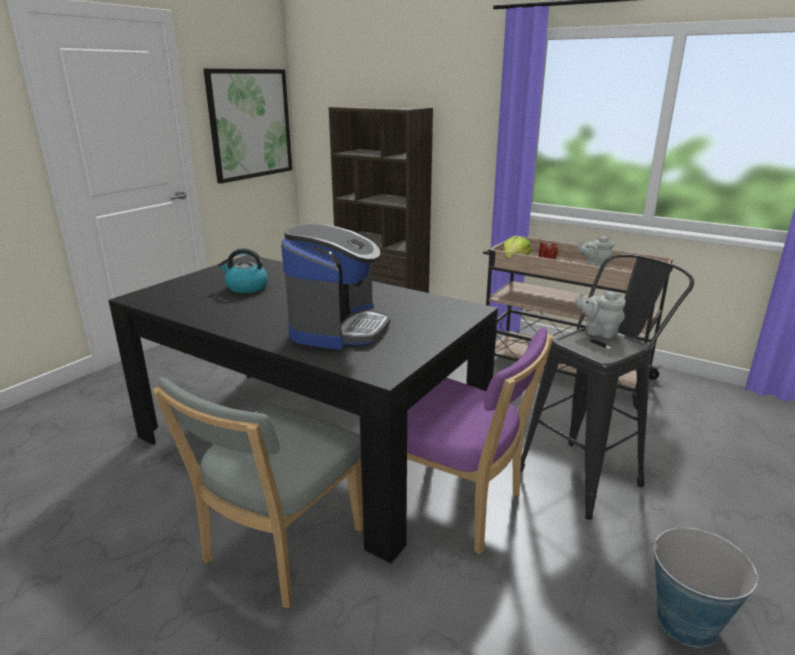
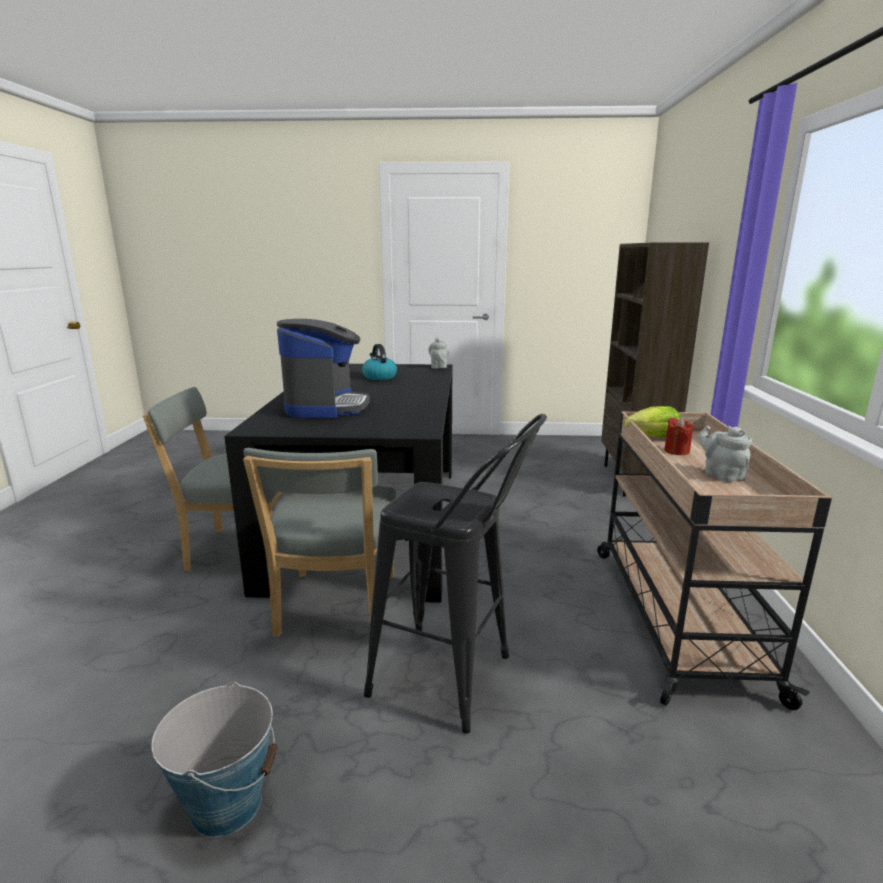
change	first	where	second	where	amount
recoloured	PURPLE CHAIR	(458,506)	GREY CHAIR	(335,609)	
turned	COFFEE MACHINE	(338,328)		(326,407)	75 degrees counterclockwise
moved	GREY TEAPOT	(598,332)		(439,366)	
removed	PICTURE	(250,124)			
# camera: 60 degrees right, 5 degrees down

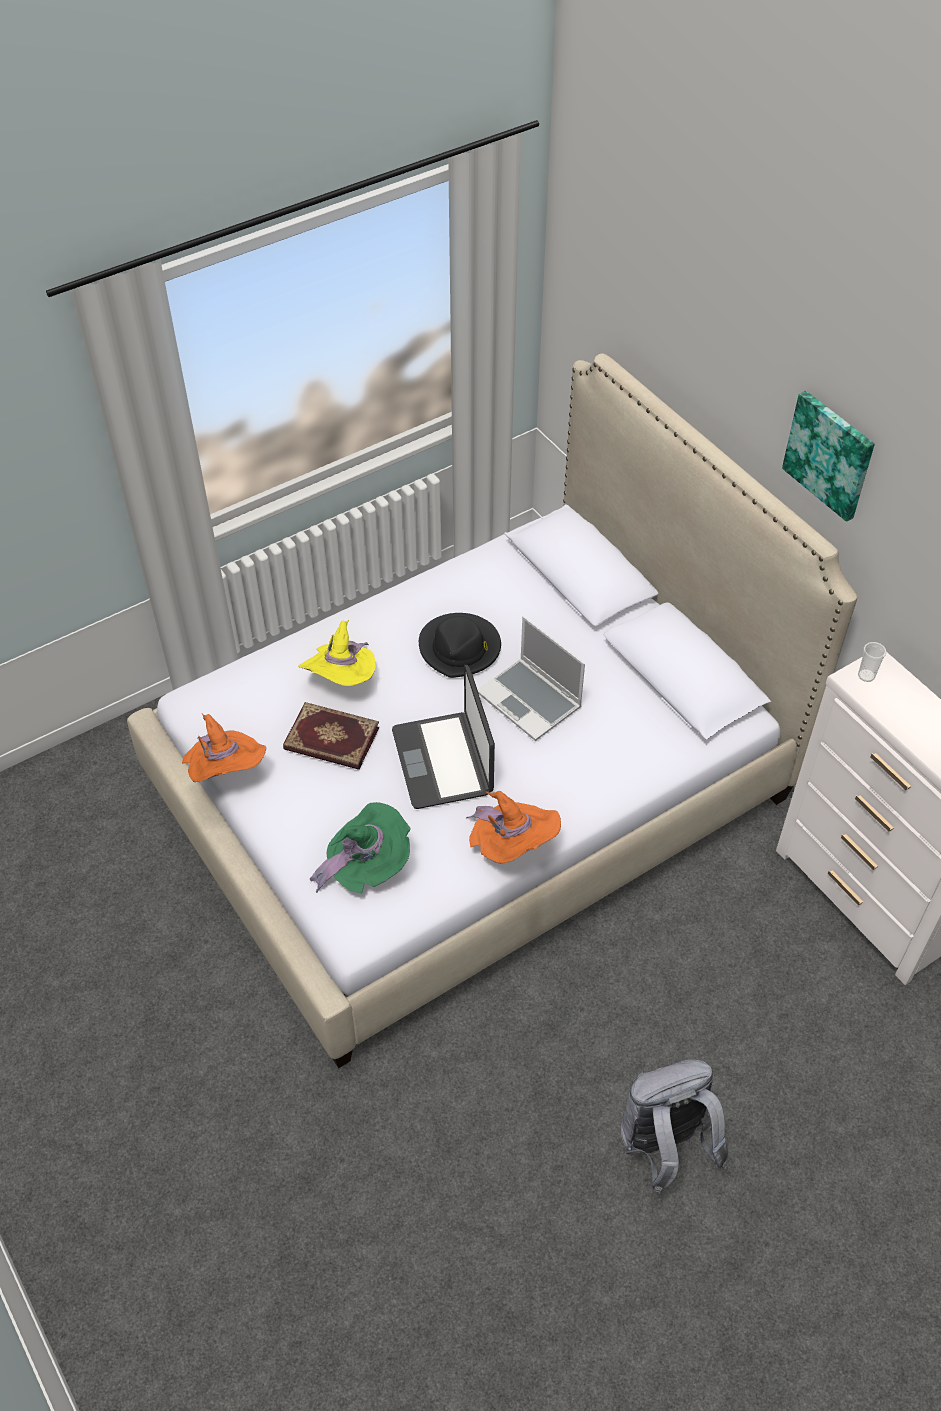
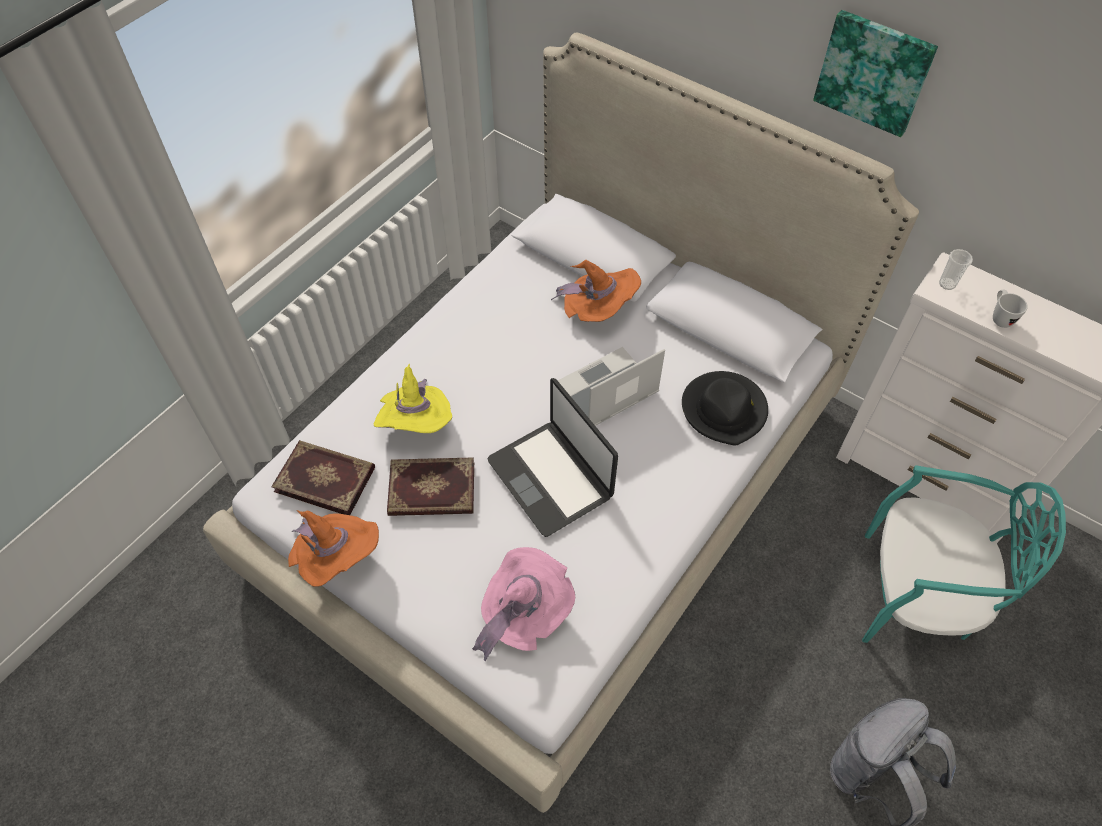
change	first	where	second	where	amount
added			BOOK	(325,478)	
recoloured	GREEN HAT	(367,866)	PINK HAT	(523,614)	
moved	ORANGE HAT	(511,846)		(598,311)	
turned	LAPTOP	(531,700)		(606,391)	120 degrees clockwise
moved	BLACK HAT	(460,648)		(724,410)	
added			TURQUOISE CHAIR	(915,596)	
added			WHITE MUG	(999,317)	
# camera: 20 degrees left, 5 degrees up

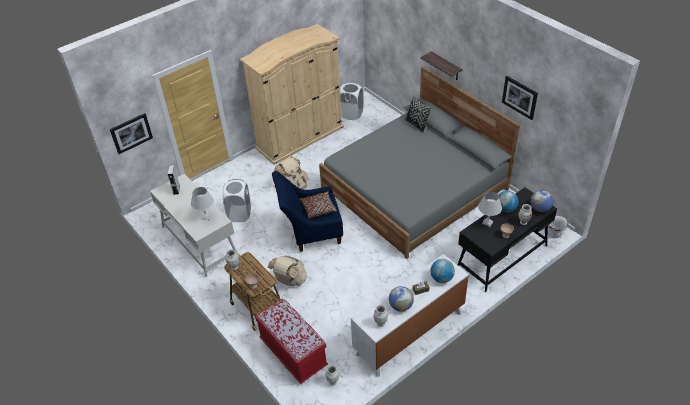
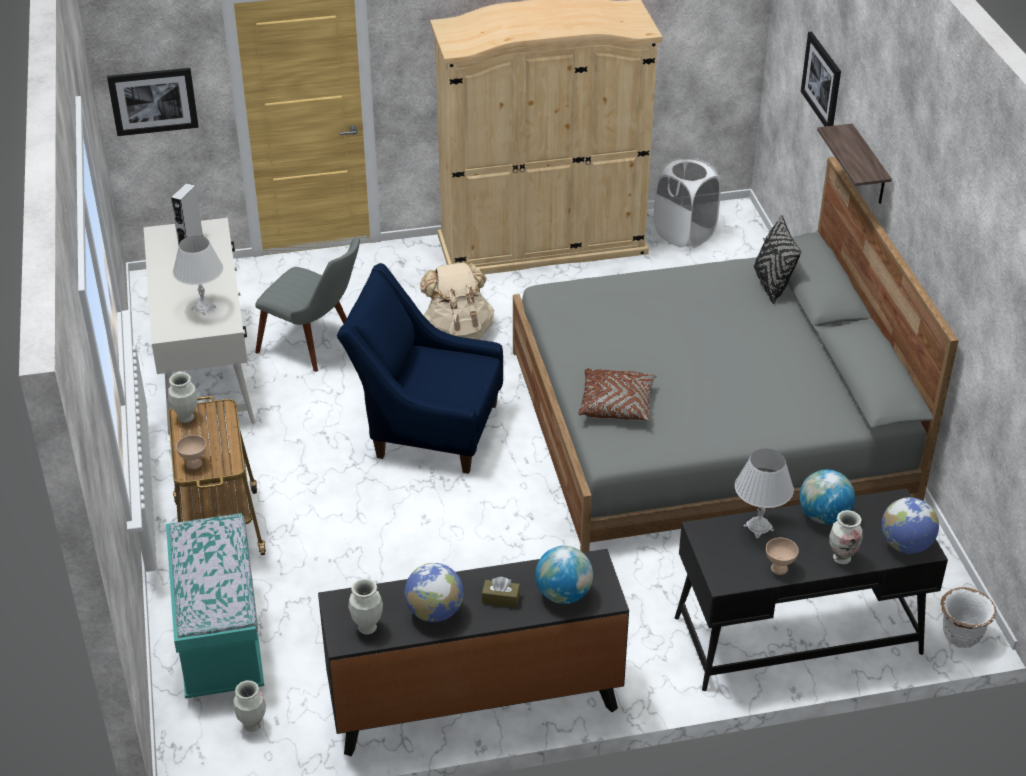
change	first	where	second	where	amount
recoloured	RED BENCH	(293,353)	TURQUOISE BENCH	(219,639)	
replaced	WHITE LAUNDRY BASKET	(239,214)	GREY CHAIR	(316,345)	
recoloured	WHITE DRESSER	(409,333)	BLACK DRESSER	(474,702)	
moved	BROWN PILLOW	(318,208)		(616,405)	
moved	PICTURE	(520,97)		(822,81)	
removed	BEIGE BACKPACK	(290,280)			
# camera: 25 degrees right, 5 degrees down

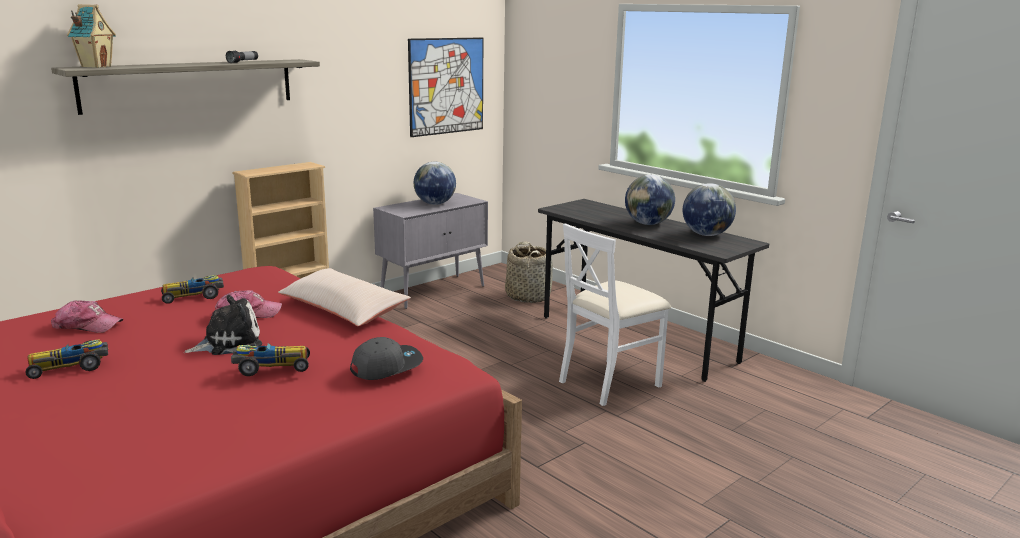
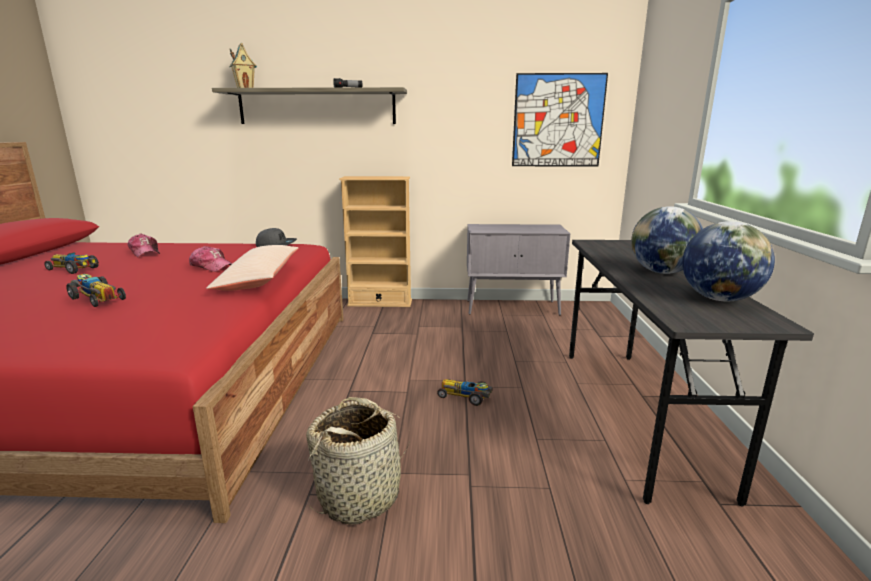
change	first	where	second	where	amount
moved	GREY CAP	(386,366)		(276,245)	
moved	BASKET	(528,296)		(360,495)	
moved	TOY CAR	(194,296)		(465,396)	
removed	PLUSH TOY	(228,343)			
removed	GLOBE	(434,204)			
removed	WHITE CHAIR	(609,382)			
# camera: 45 degrees right, 0 degrees up

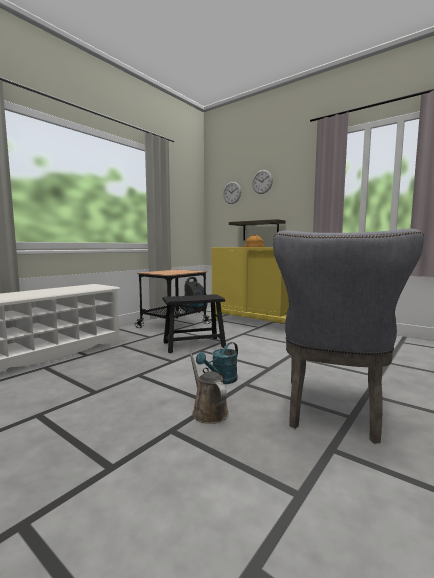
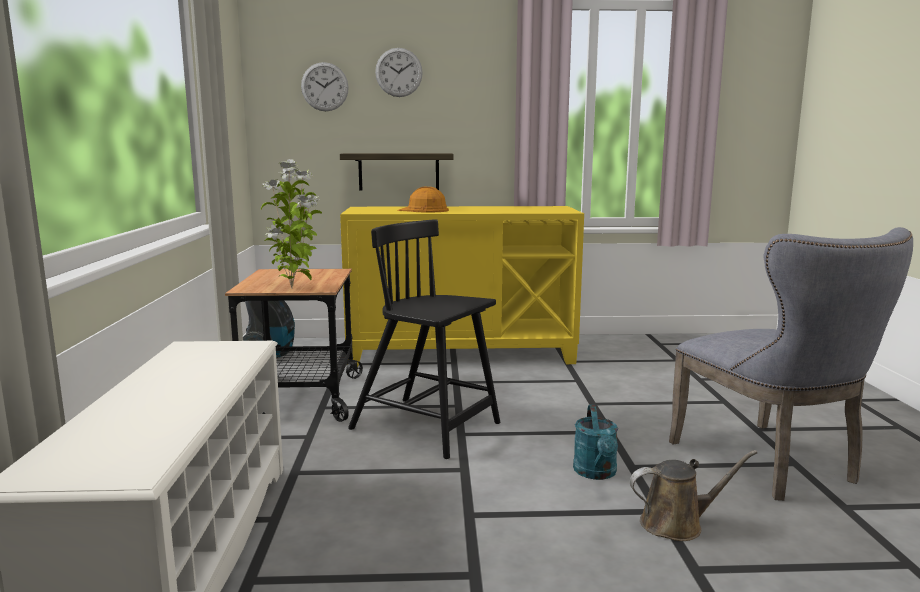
change	first	where	second	where	amount
added			POTTED PLANT	(294,288)	
replaced	BLACK STOOL	(193,345)	BLACK CHAIR	(427,427)	
turned	BROWN WATERING CAN	(208,411)		(677,524)	150 degrees clockwise
# camera: 40 degrees left, 5 degrees up

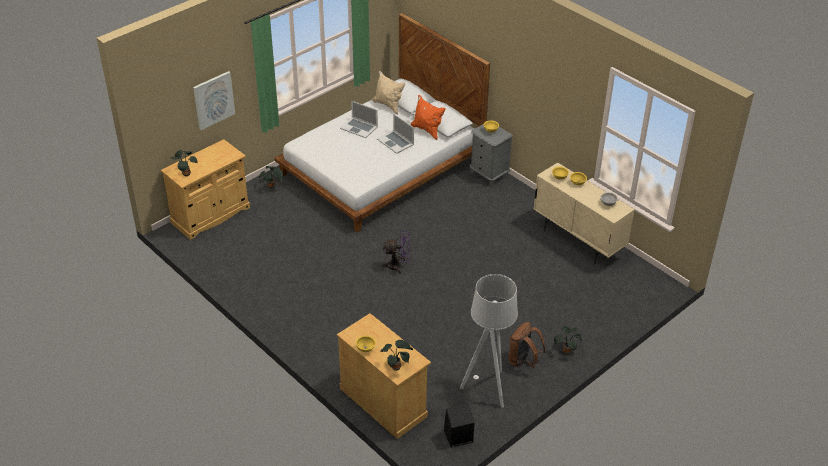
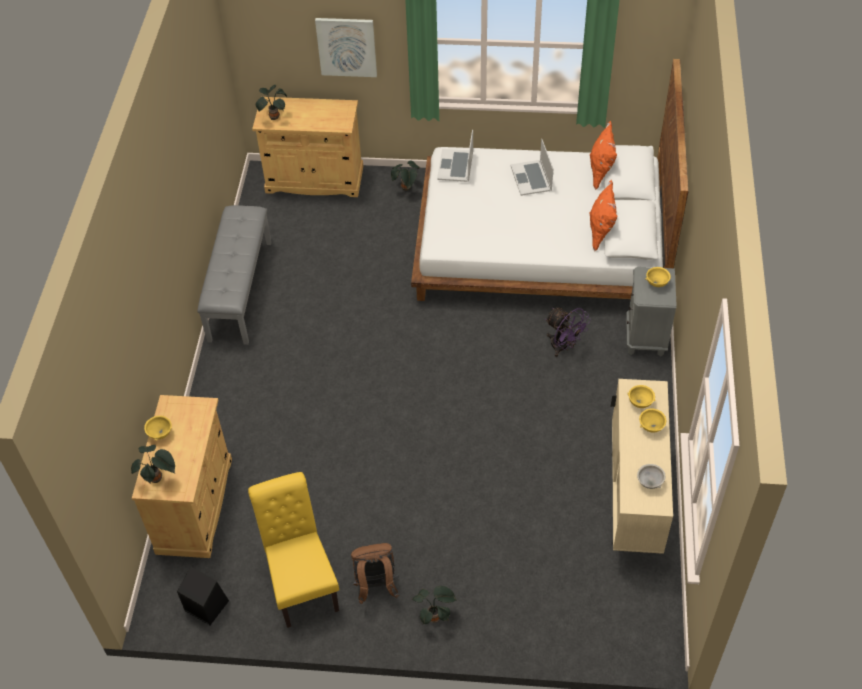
change	first	where	second	where	amount
added			GREY BENCH	(239,290)	
replaced	GREY FLOOR LAMP	(488,388)	YELLOW CHAIR	(302,583)	
moved	LAPTOP	(395,142)		(455,165)	
moved	PURPLE FAN	(398,266)		(563,347)	
recoloured	BEIGE PILLOW	(388,105)	ORANGE PILLOW	(601,172)	
# camera: 50 degrees right, 10 degrees up

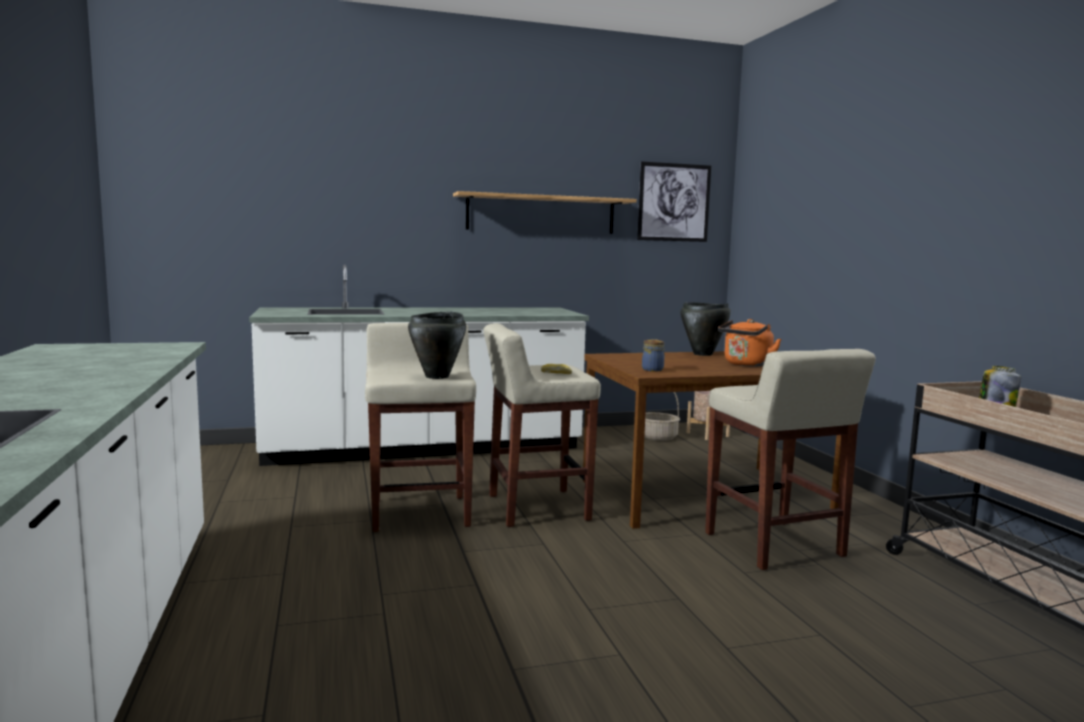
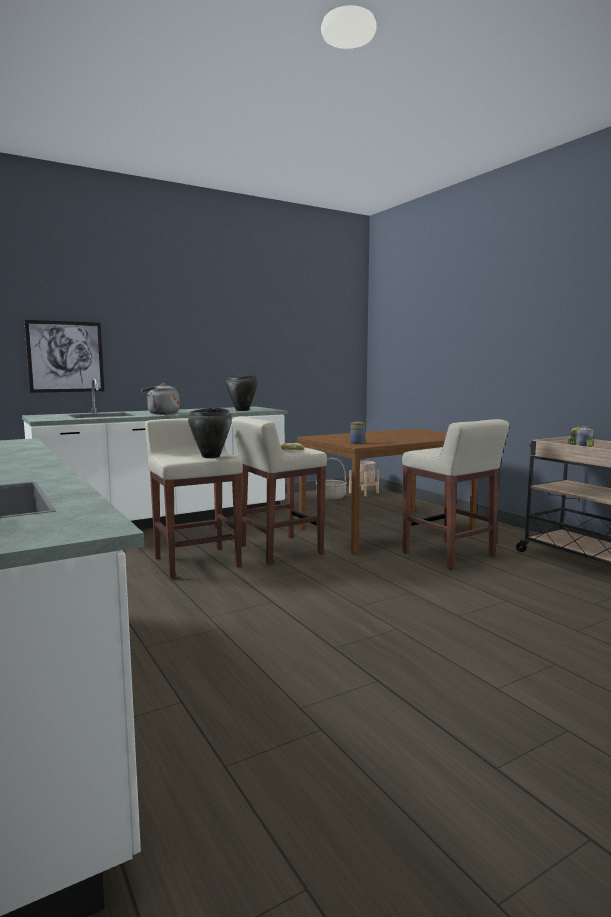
change	first	where	second	where	amount
moved	PICTURE	(674,202)		(65,356)	
added			GREY KETTLE	(161,413)	
moved	BLACK COOKING POT	(703,354)		(242,410)	
removed	SHELF	(541,214)			
removed	ORANGE KETTLE	(746,364)			
# camera: 15 degrees left, 0 degrees up

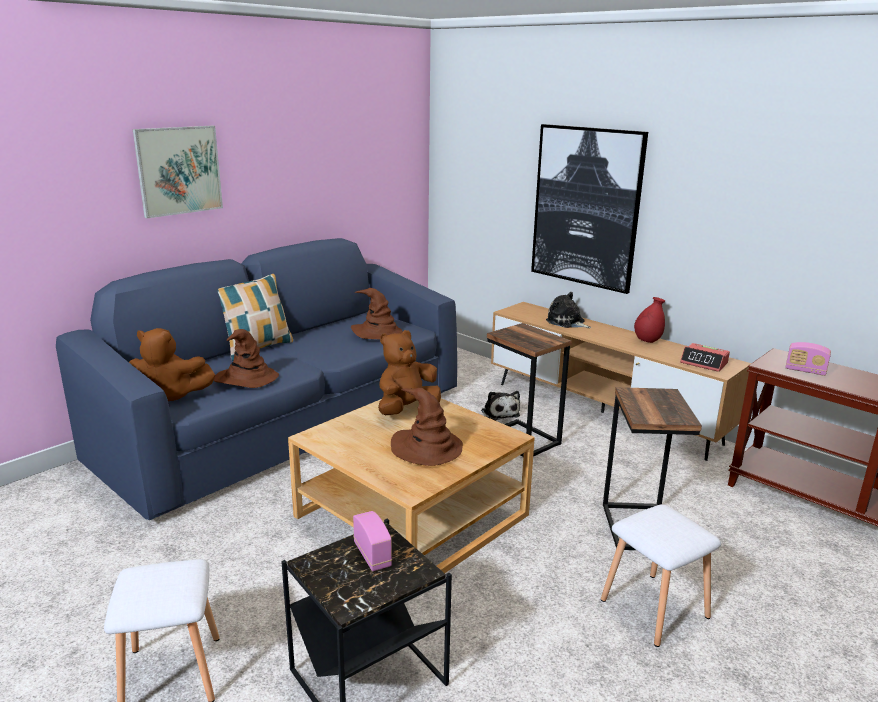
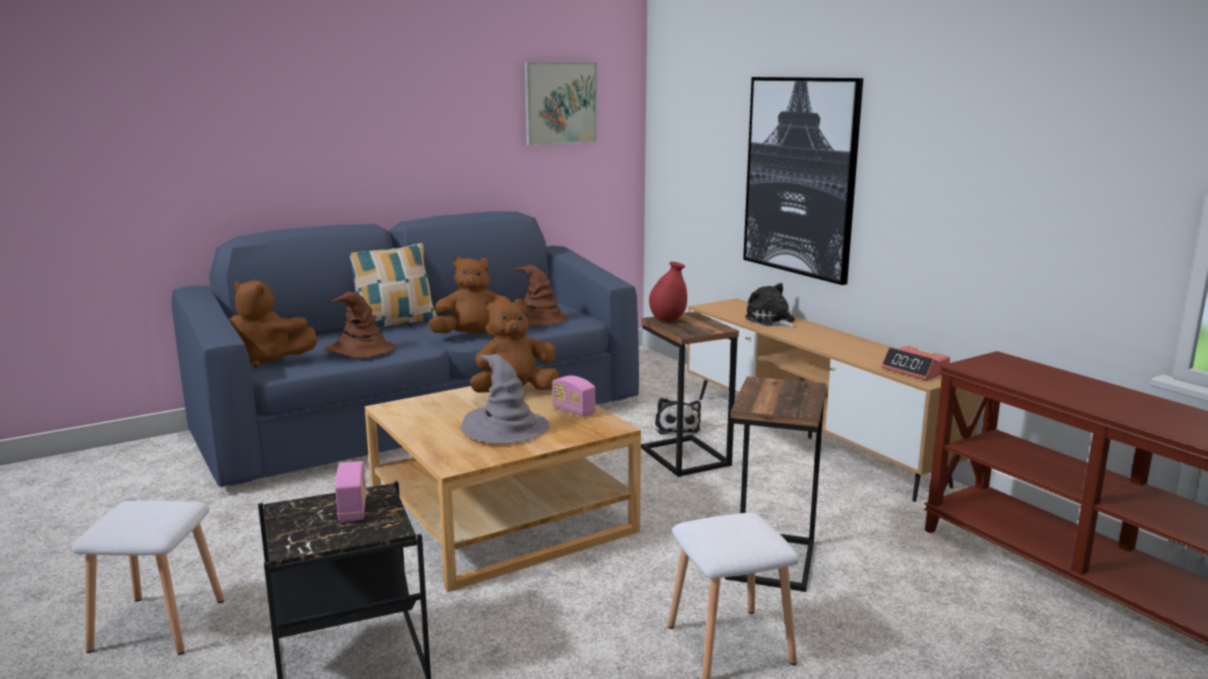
change	first	where	second	where	amount
added			BROWN PLUSH TOY	(473,337)	
recoloured	BROWN HAT	(427,448)	GREY HAT	(505,429)	
moved	PICTURE	(179,170)		(560,103)	
moved	RADIO	(805,371)		(573,411)	
moved	RED VASE	(647,341)		(667,320)	
# camera: 15 degrees right, 5 degrees down

